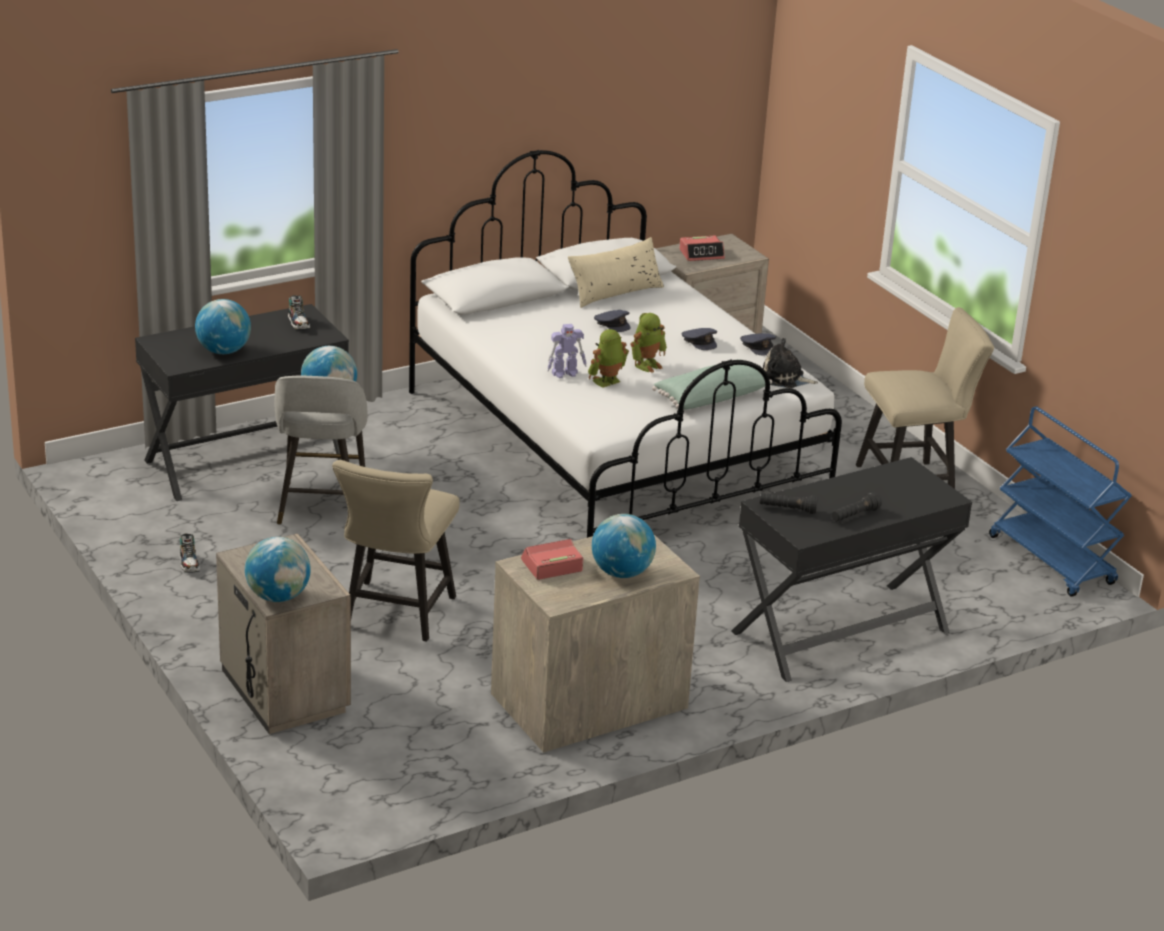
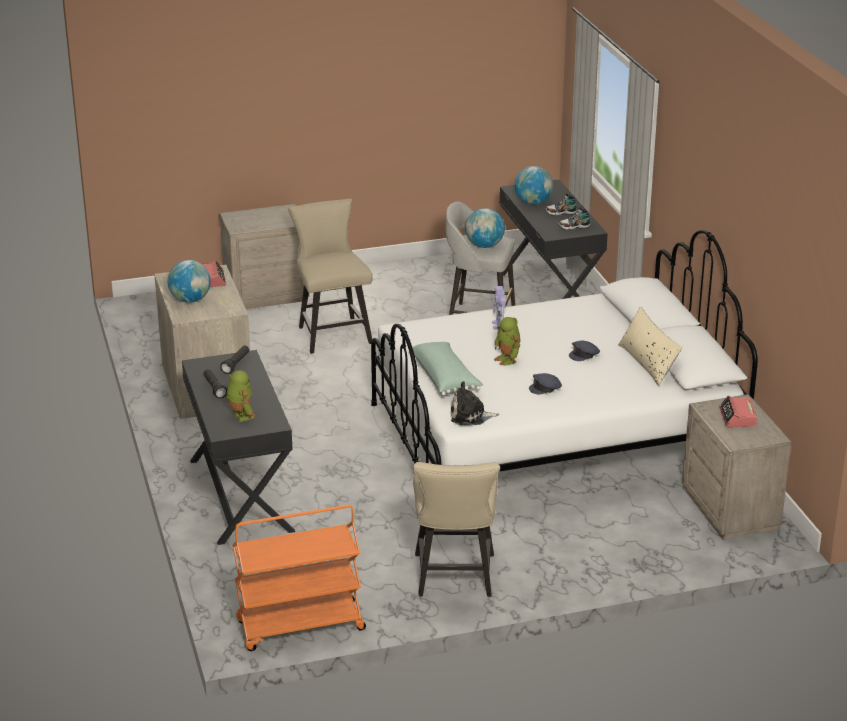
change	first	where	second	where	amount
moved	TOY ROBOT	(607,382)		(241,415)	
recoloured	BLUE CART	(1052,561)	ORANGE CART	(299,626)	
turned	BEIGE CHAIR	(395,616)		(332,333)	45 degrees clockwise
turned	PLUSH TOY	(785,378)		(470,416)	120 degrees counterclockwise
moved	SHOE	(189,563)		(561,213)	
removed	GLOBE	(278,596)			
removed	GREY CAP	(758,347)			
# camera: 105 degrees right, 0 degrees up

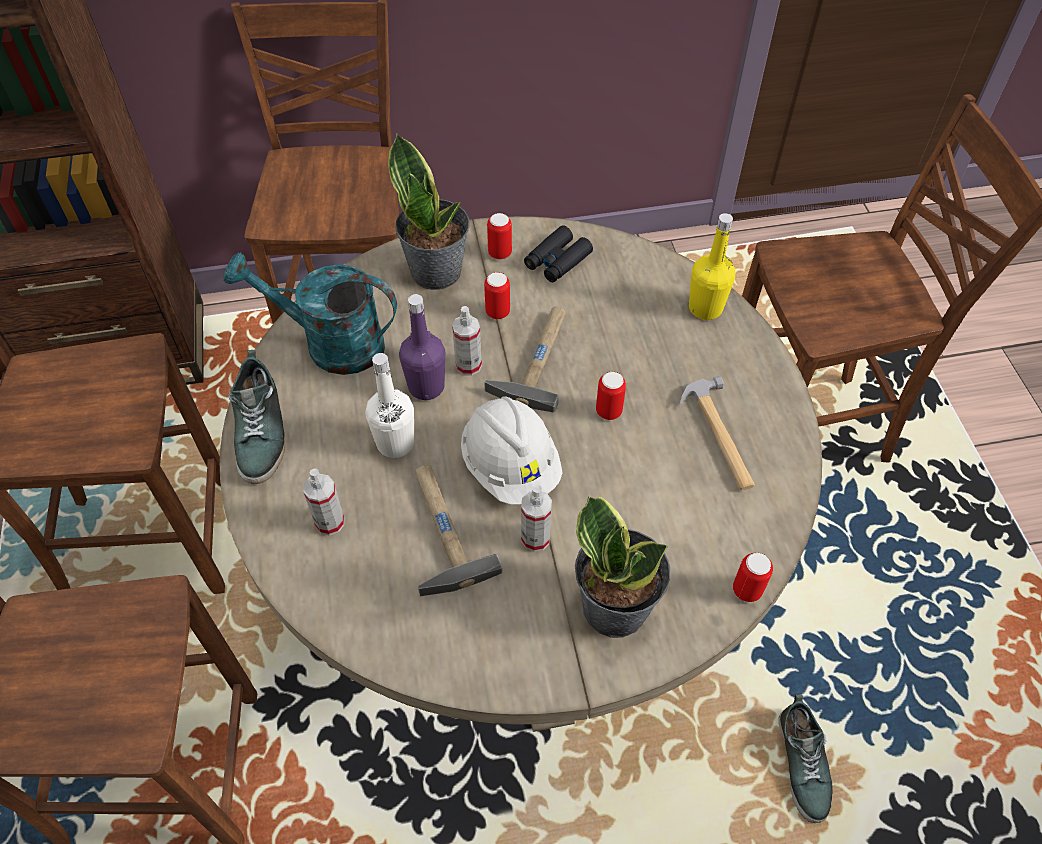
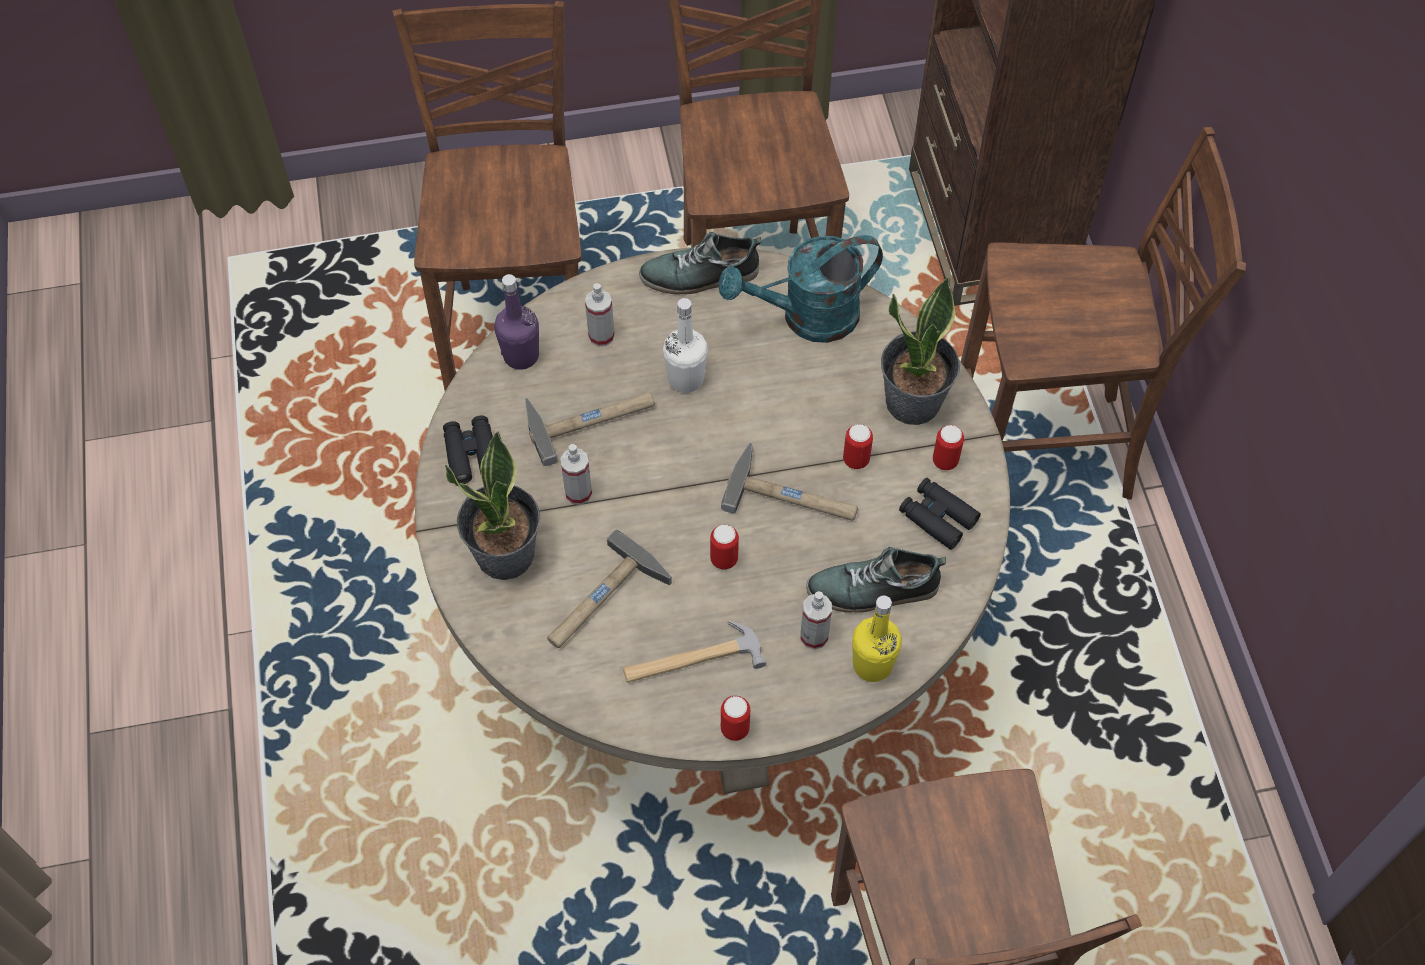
change	first	where	second	where	amount
added			BLACK BINOCULARS	(472,454)	
moved	PURPLE BOTTLE	(426,387)		(521,356)	
added			HAMMER	(602,601)	
turned	TURQUOISE WATERING CAN	(330,344)		(807,317)	120 degrees counterclockwise
moved	CAN	(747,590)		(735,729)	
moved	SPRAY BOTTLE	(468,365)		(814,636)	
moved	SHOE	(803,764)		(873,590)	
removed	WHITE HARD HAT	(510,466)			
# camera: 90 degrees right, 5 degrees up

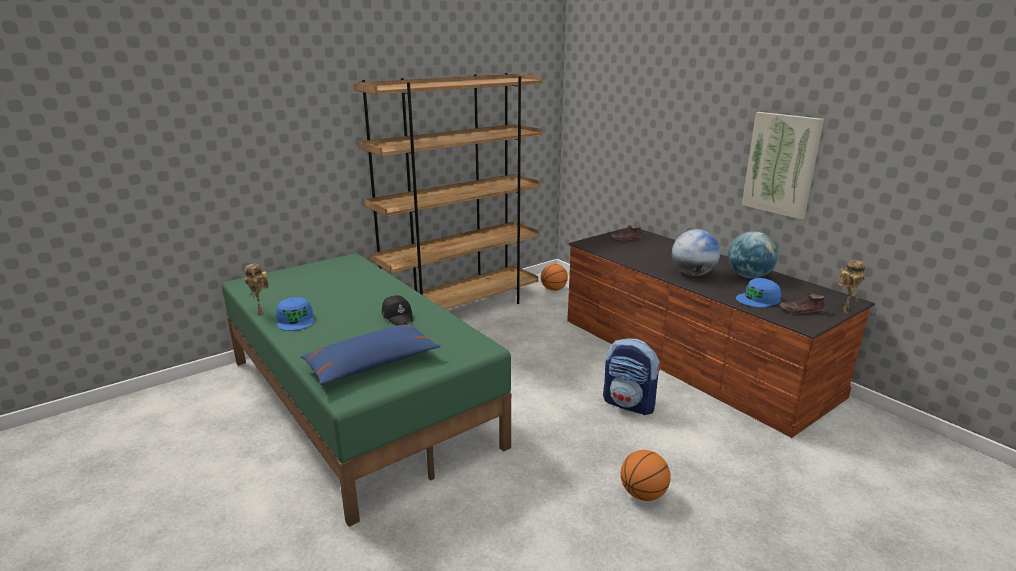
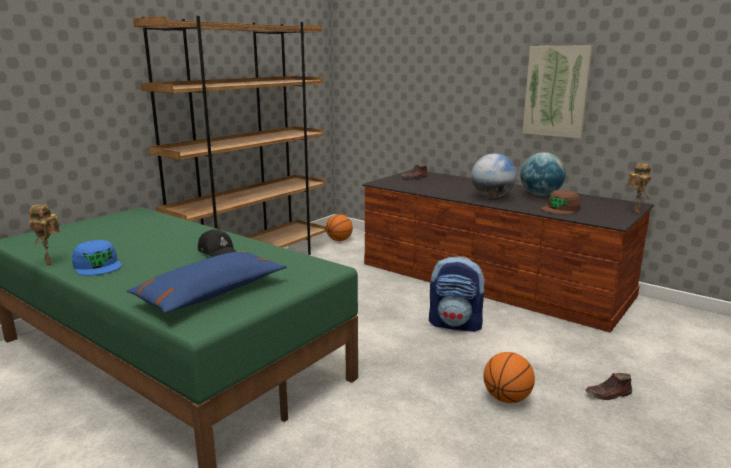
change	first	where	second	where	amount
recoloured	BLUE CAP	(758,299)	BROWN CAP	(561,209)	
moved	BROWN SHOE	(801,311)		(608,394)	
# camera: 15 degrees left, 5 degrees down

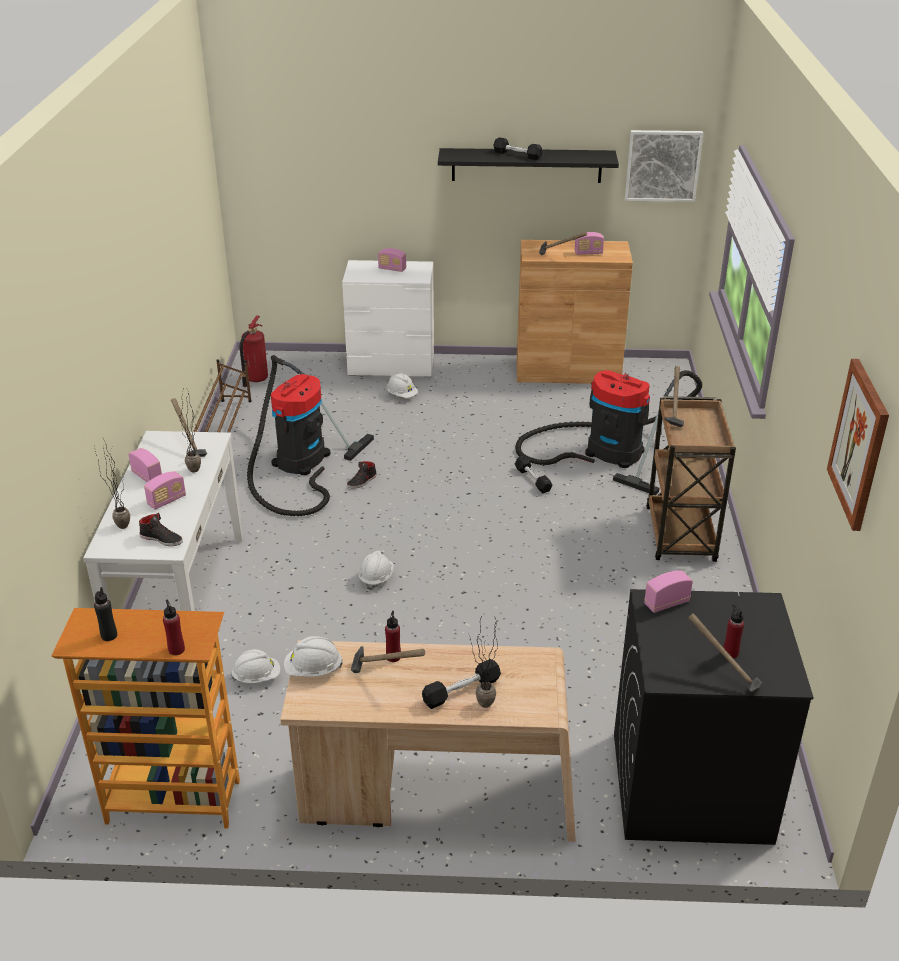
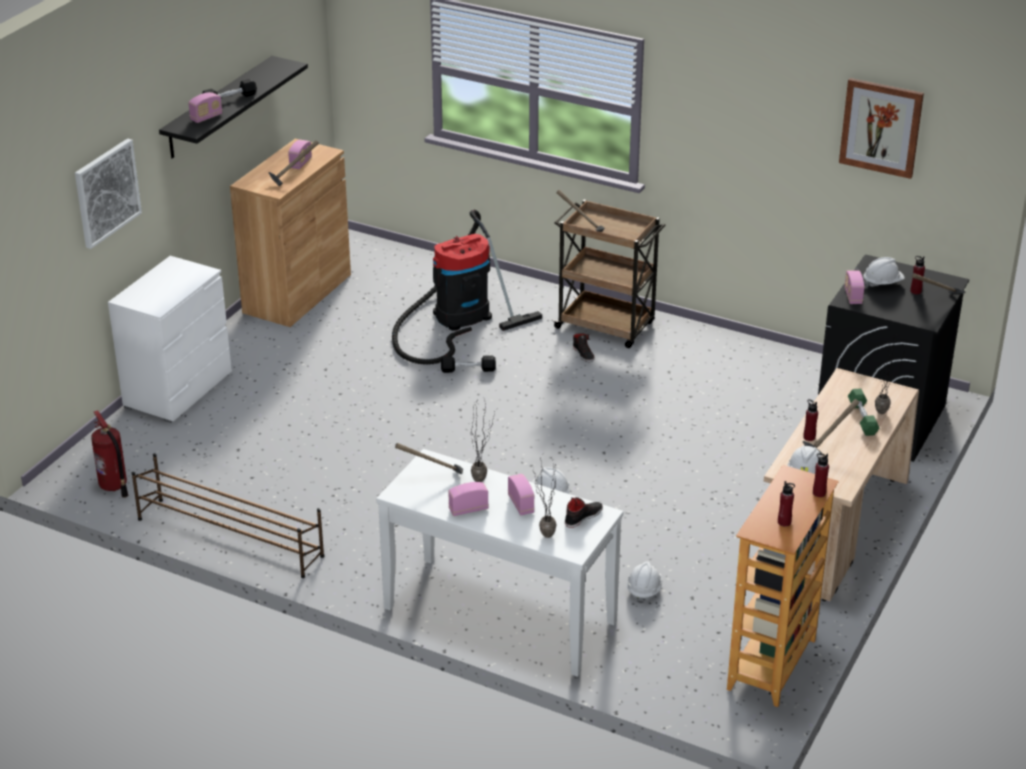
change	first	where	second	where	amount
moved	PICTURE	(662,165)		(106,192)	
moved	RADIO	(392,269)		(206,117)	
moved	BLACK SHOE	(362,481)		(583,354)	
recoloured	BLACK BOTTLE	(109,636)	RED BOTTLE	(784,522)	
recoloured	BLACK DUMBBELL	(461,691)	GREEN DUMBBELL	(862,418)	
moved	WHITE HARD HAT	(401,395)		(882,283)	
removed	VACUUM CLEANER	(299,463)			
# camera: 65 degrees left, 0 degrees up

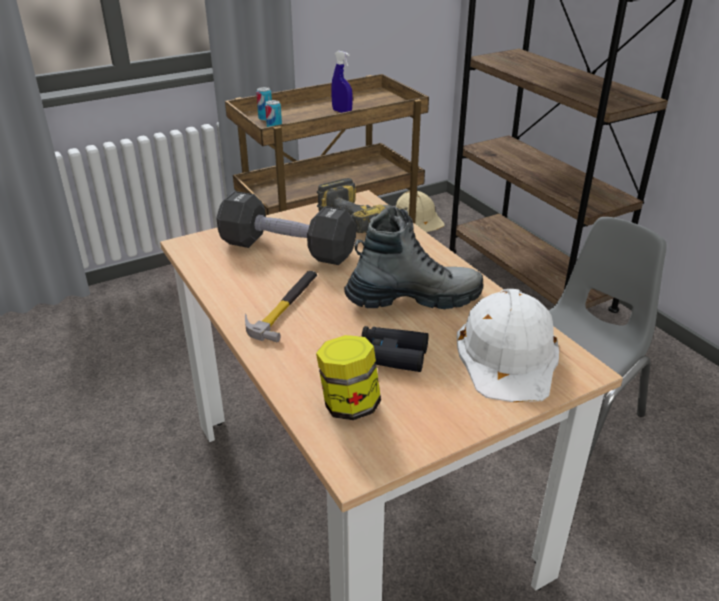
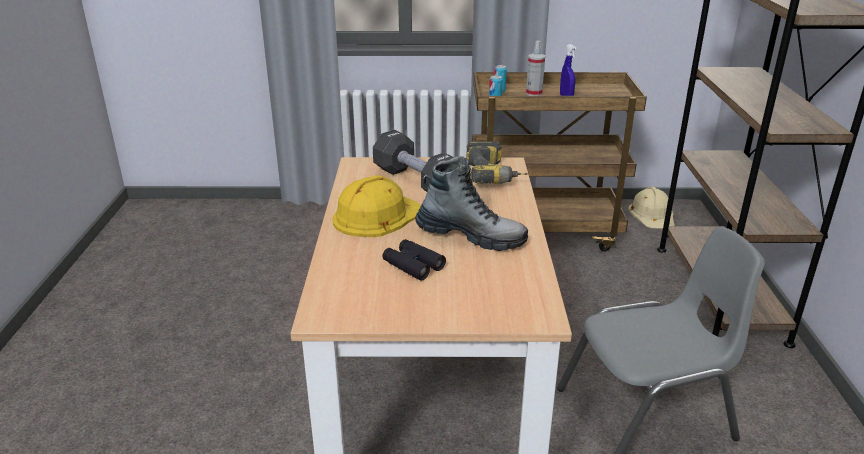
change	first	where	second	where	amount
replaced	HAMMER	(285,306)	YELLOW HARD HAT	(377,216)	
added			SPRAY BOTTLE	(534,94)	
removed	JAR	(349,405)			
removed	WHITE HARD HAT	(508,355)			
# camera: 30 degrees right, 5 degrees down

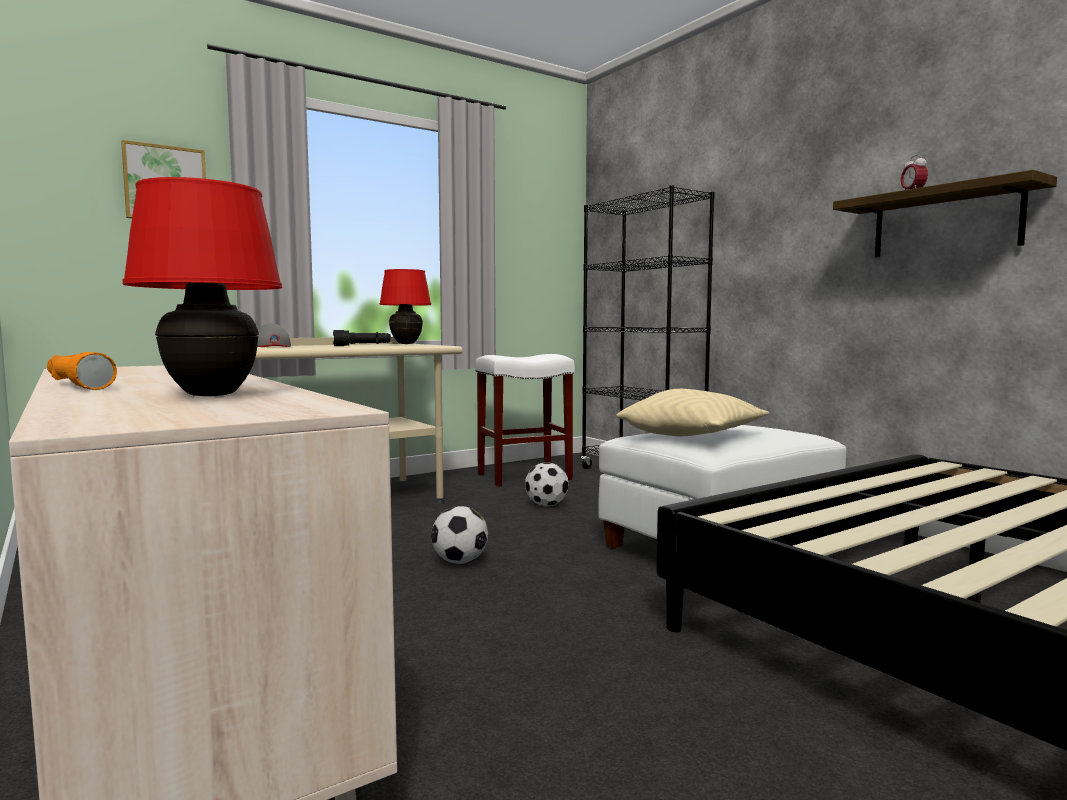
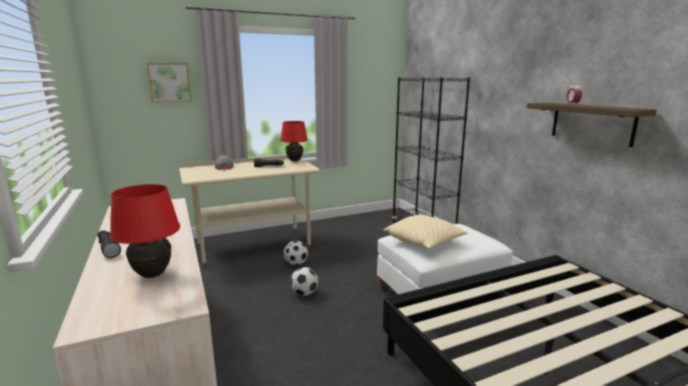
change	first	where	second	where	amount
recoloured	ORANGE FLASHLIGHT	(77,386)	BLACK FLASHLIGHT	(108,248)	
moved	FOOTBALL	(546,505)		(296,263)	
removed	WHITE STOOL	(525,476)			
# camera: 10 degrees right, 10 degrees up

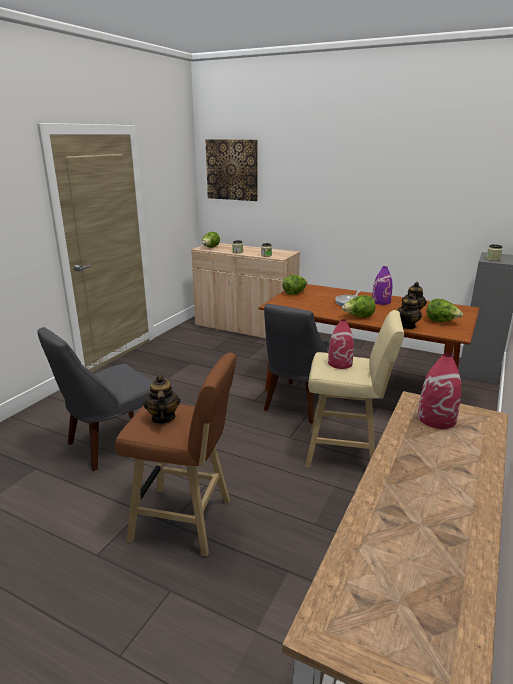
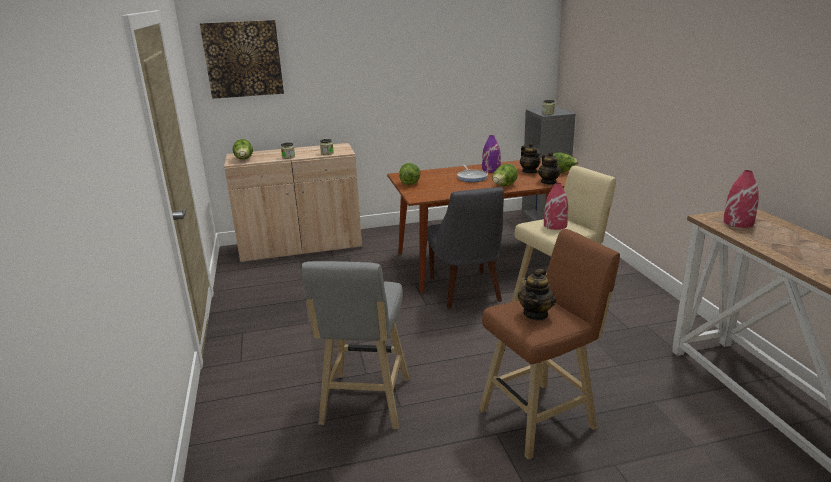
change	first	where	second	where	amount
replaced	GREY CHAIR	(110,443)	GREY STOOL	(364,404)	
turned	TEAPOT	(162,418)		(536,314)	105 degrees counterclockwise
# camera: 40 degrees left, 0 degrees up

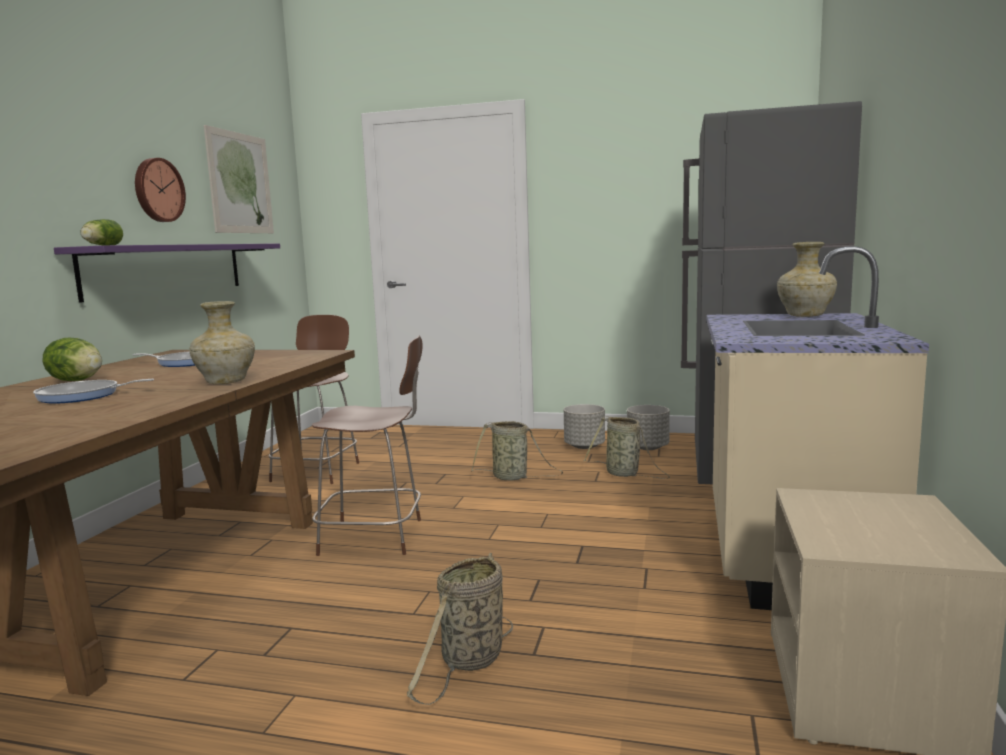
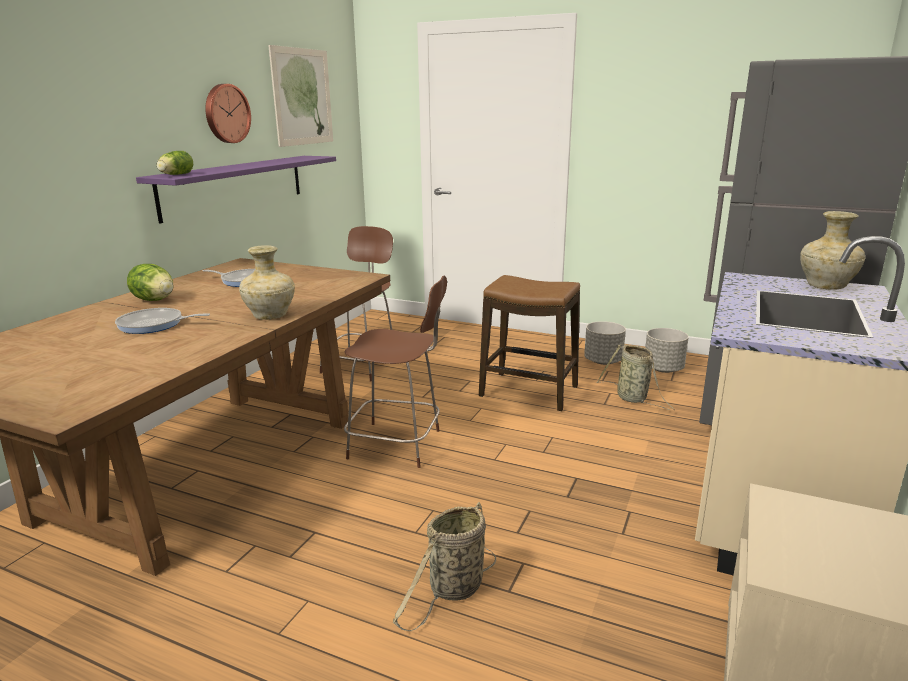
change	first	where	second	where	amount
replaced	BASKET	(512,477)	STOOL	(529,391)	
# camera: 10 degrees right, 10 degrees up

